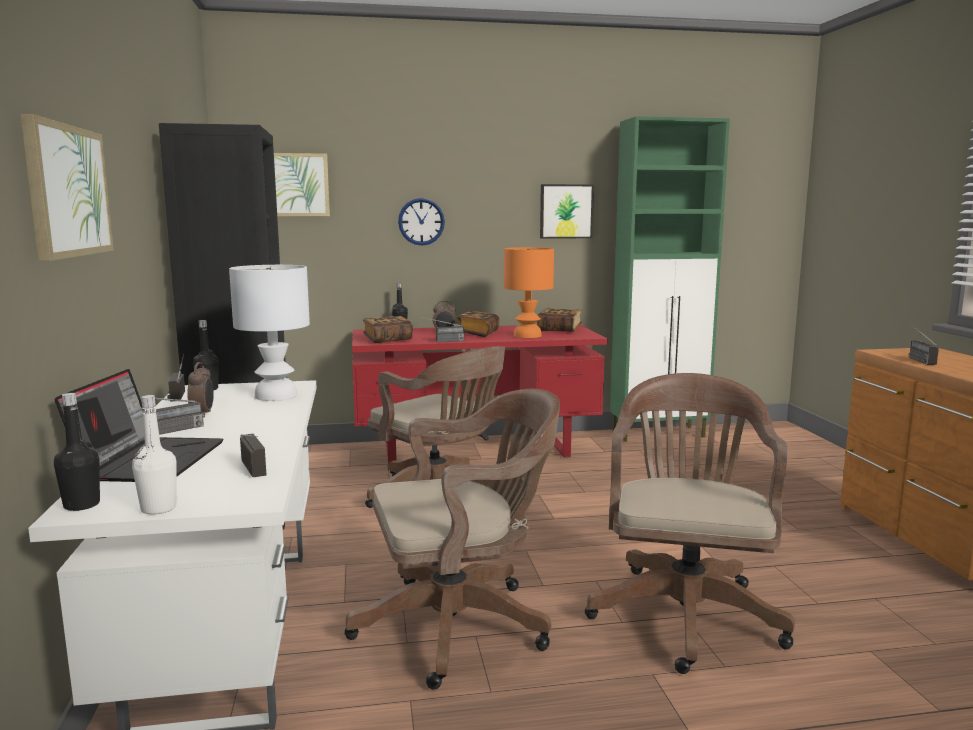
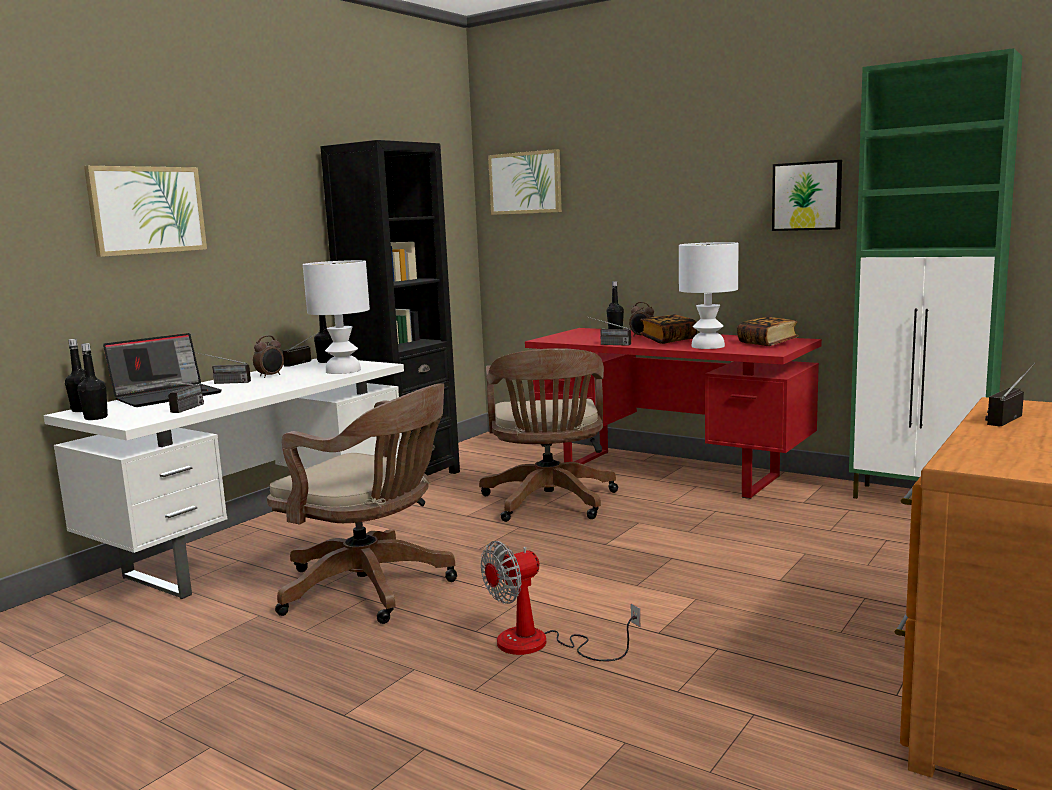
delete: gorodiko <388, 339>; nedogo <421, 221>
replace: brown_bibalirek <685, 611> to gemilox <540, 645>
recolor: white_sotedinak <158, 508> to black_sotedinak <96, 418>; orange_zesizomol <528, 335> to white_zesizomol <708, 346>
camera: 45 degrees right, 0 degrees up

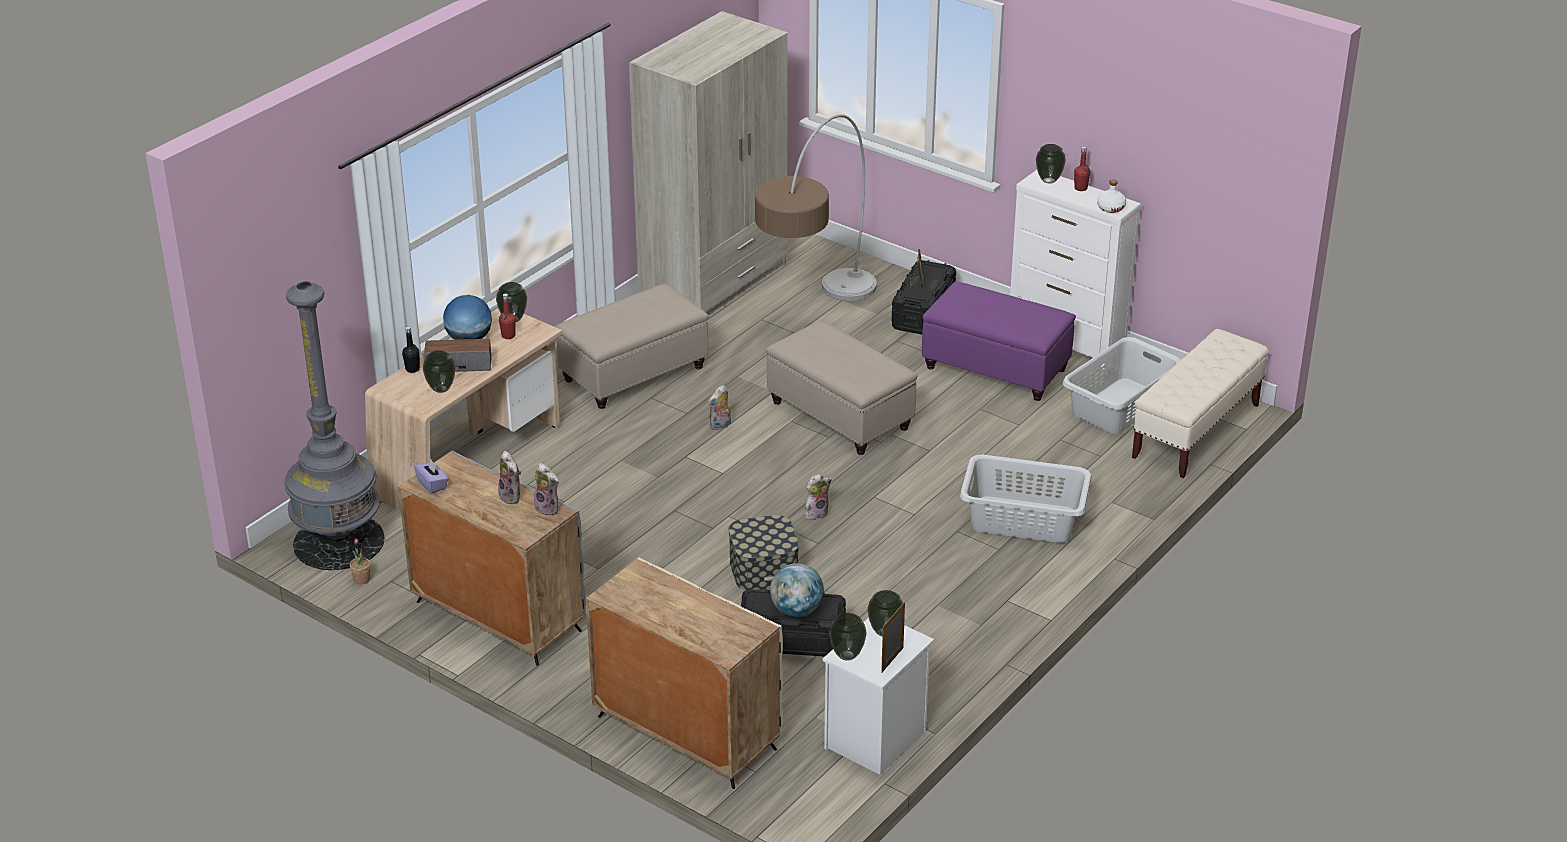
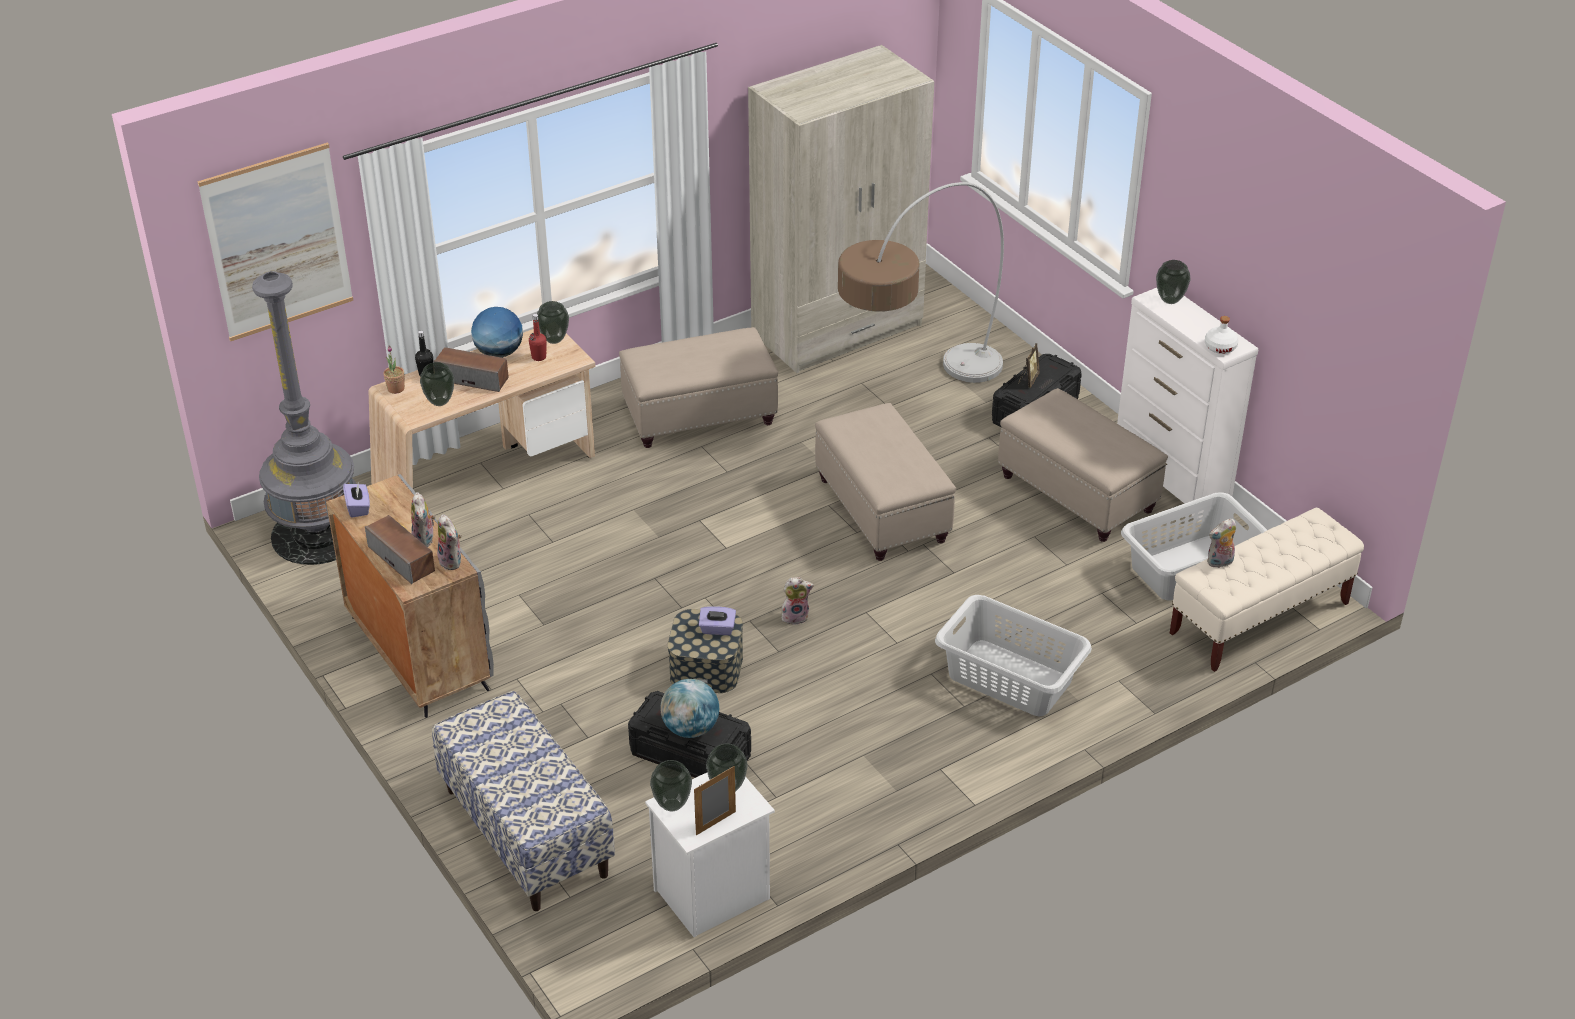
delete: red_sotedinak <1080, 188>
insert: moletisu <277, 242>; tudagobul <402, 559>; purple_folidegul <717, 629>
move: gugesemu <361, 579> to <396, 388>; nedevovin <720, 426> to <1220, 563>
replace: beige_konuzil <685, 732> to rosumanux <525, 832>
recolor: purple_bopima <996, 369> to beige_bopima <1078, 494>
camera: 20 degrees right, 5 degrees up

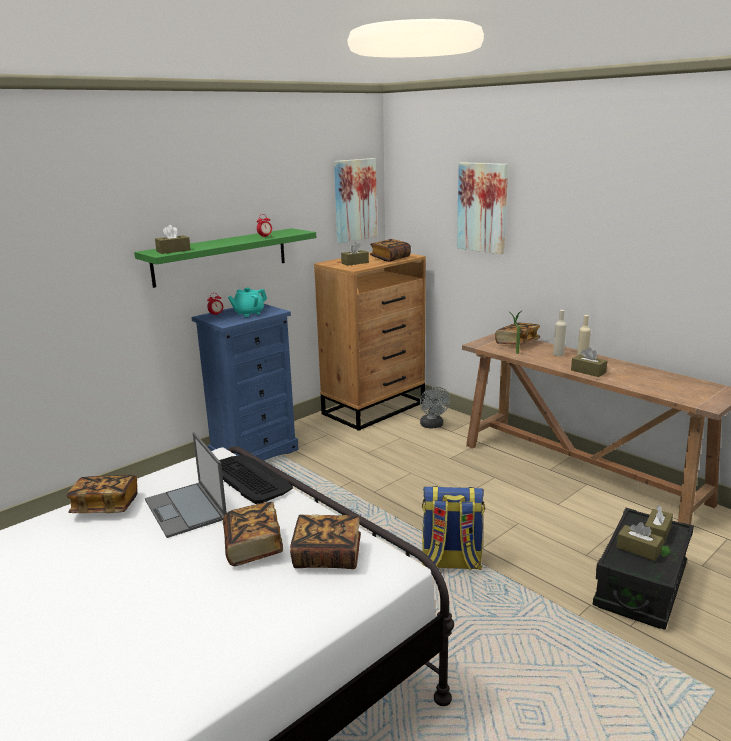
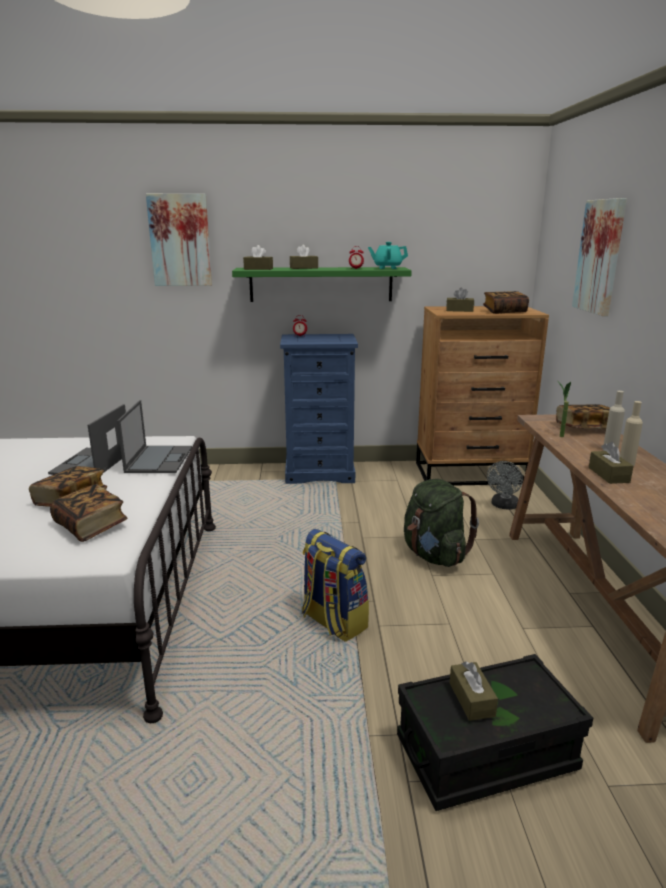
delete: gorodiko <105, 506>
insert: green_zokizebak <434, 555>
move: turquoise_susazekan <248, 313> to <387, 268>; moletisu <354, 200> to <180, 240>; brown_folidegul <657, 533> to <304, 268>
replace: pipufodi <249, 478> to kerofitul <159, 459>
camera: 40 degrees right, 0 degrees up

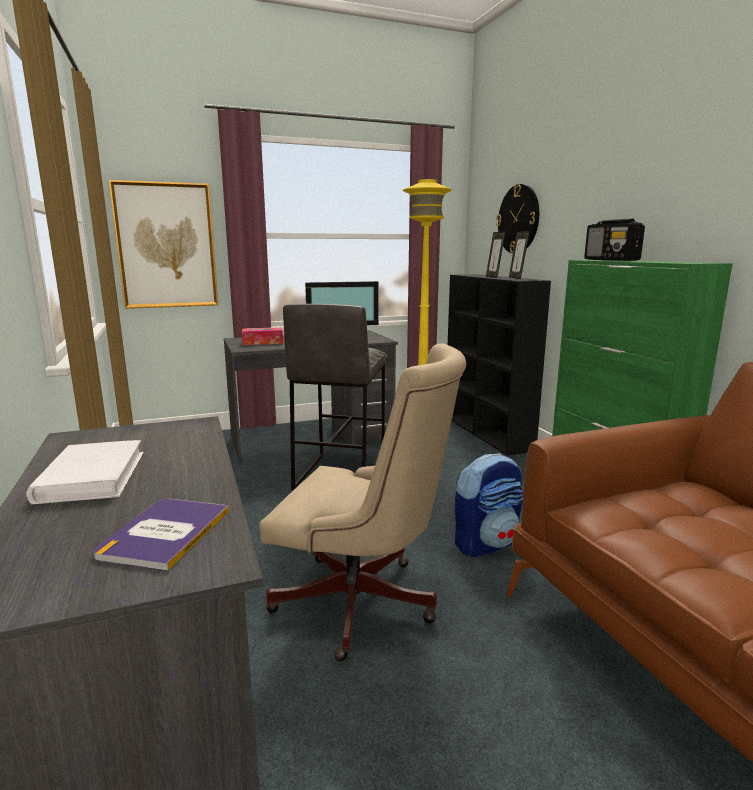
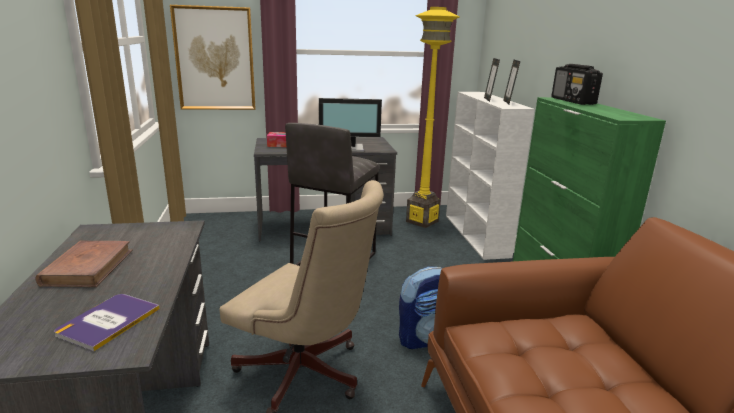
delete: nedogo <518, 219>
recolor: white_gorodiko <92, 476> to brown_gorodiko <88, 267>; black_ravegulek <487, 432> to white_ravegulek <476, 235>
camera: 10 degrees right, 5 degrees up

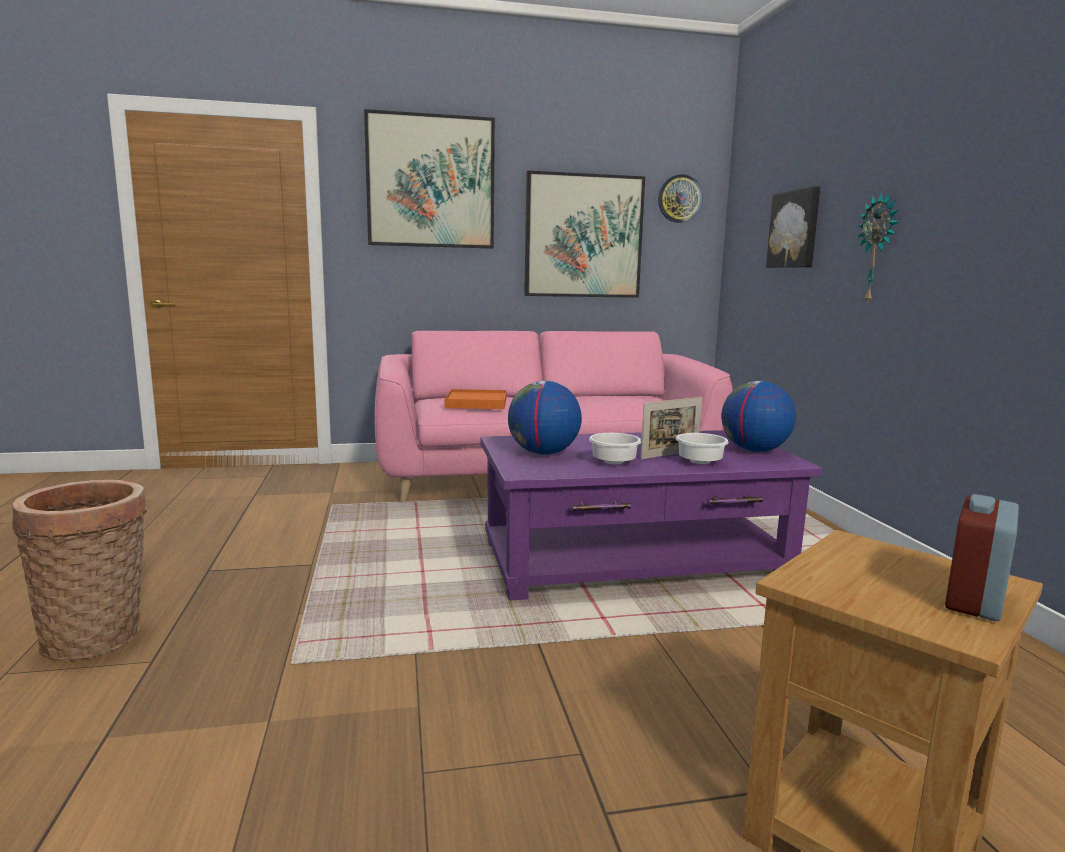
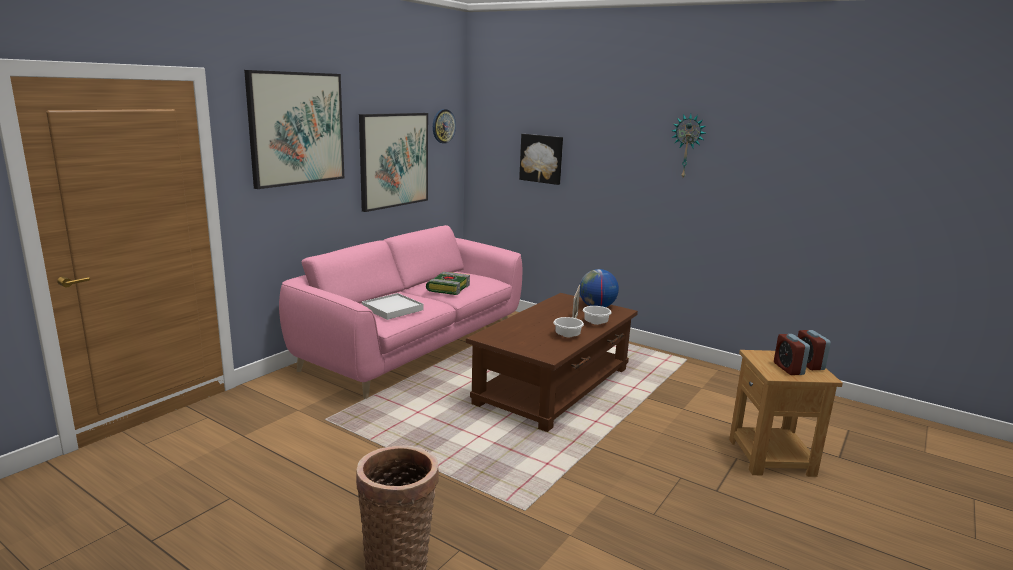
delete: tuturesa <543, 453>
insert: gorodiko <448, 288>; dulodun <788, 369>
move: nedogo <878, 249> to <687, 146>
recolor: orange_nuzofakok <476, 403> to white_nuzofakok <392, 309>; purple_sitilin <635, 560> to brown_sitilin <554, 386>
camera: 45 degrees left, 5 degrees up

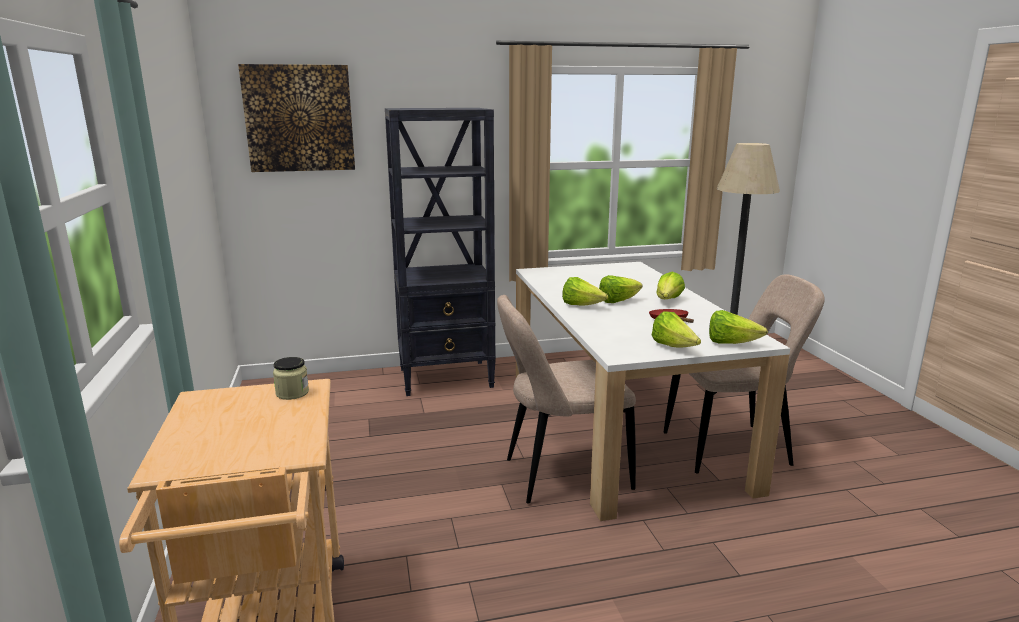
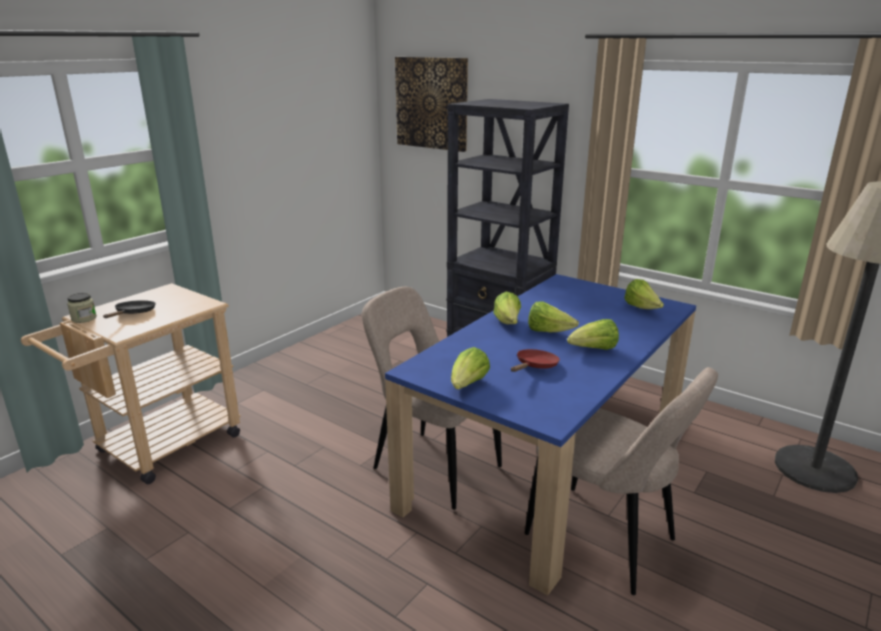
insert: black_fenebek <134, 313>
move: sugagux <292, 393> to <84, 318>; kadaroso <730, 343> to <642, 308>
recolor: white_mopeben <621, 426> to blue_mopeben <548, 462>
camera: 50 degrees right, 5 degrees up

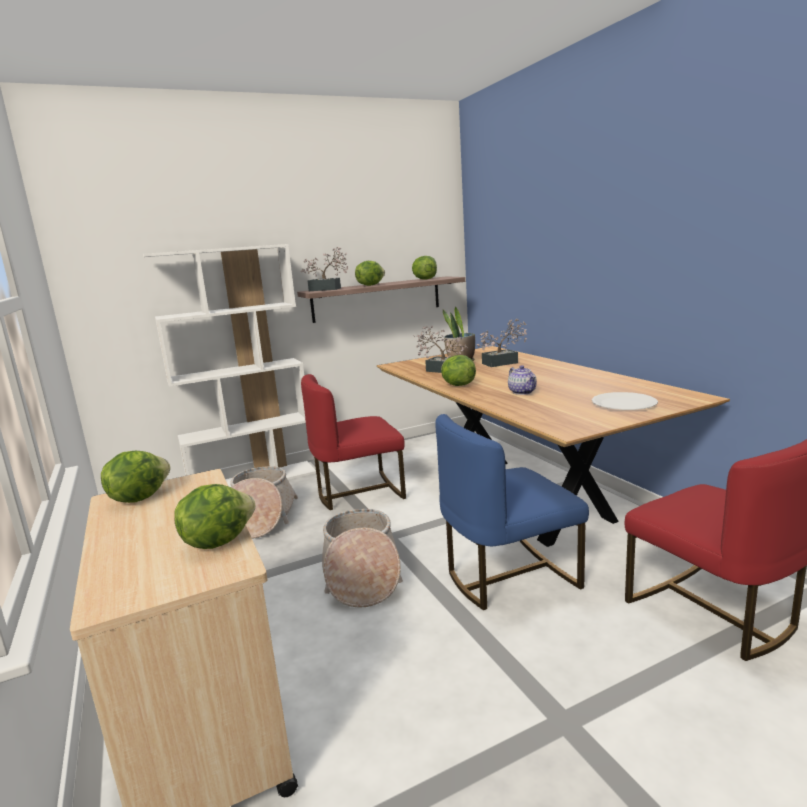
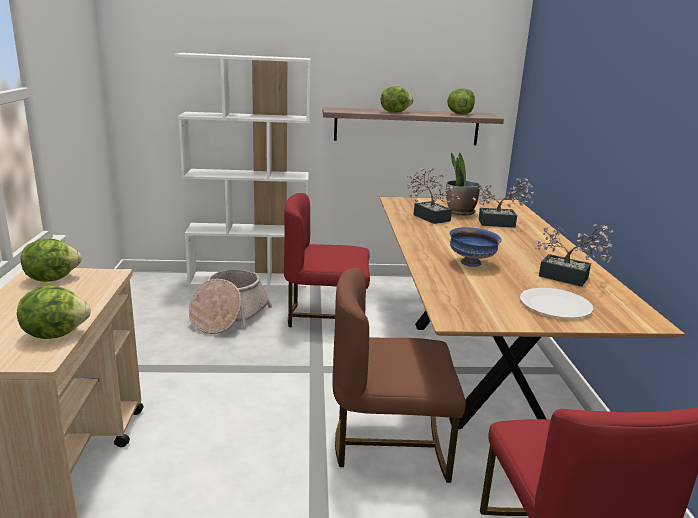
delete: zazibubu <361, 575>; kadaroso <457, 385>
move: gugesemu <328, 289> to <569, 278>
replace: susazekan <522, 392> to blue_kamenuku <472, 263>
recolor: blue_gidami <508, 576> to brown_gidami <390, 444>
camera: 20 degrees right, 5 degrees up

